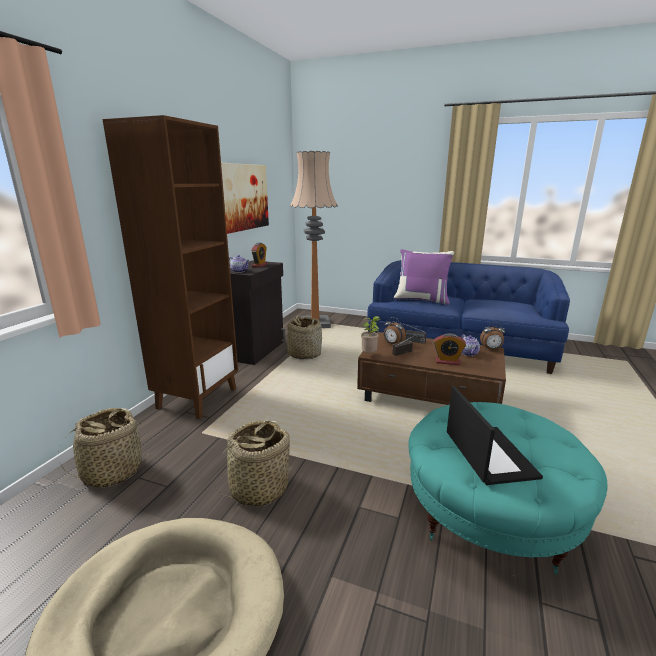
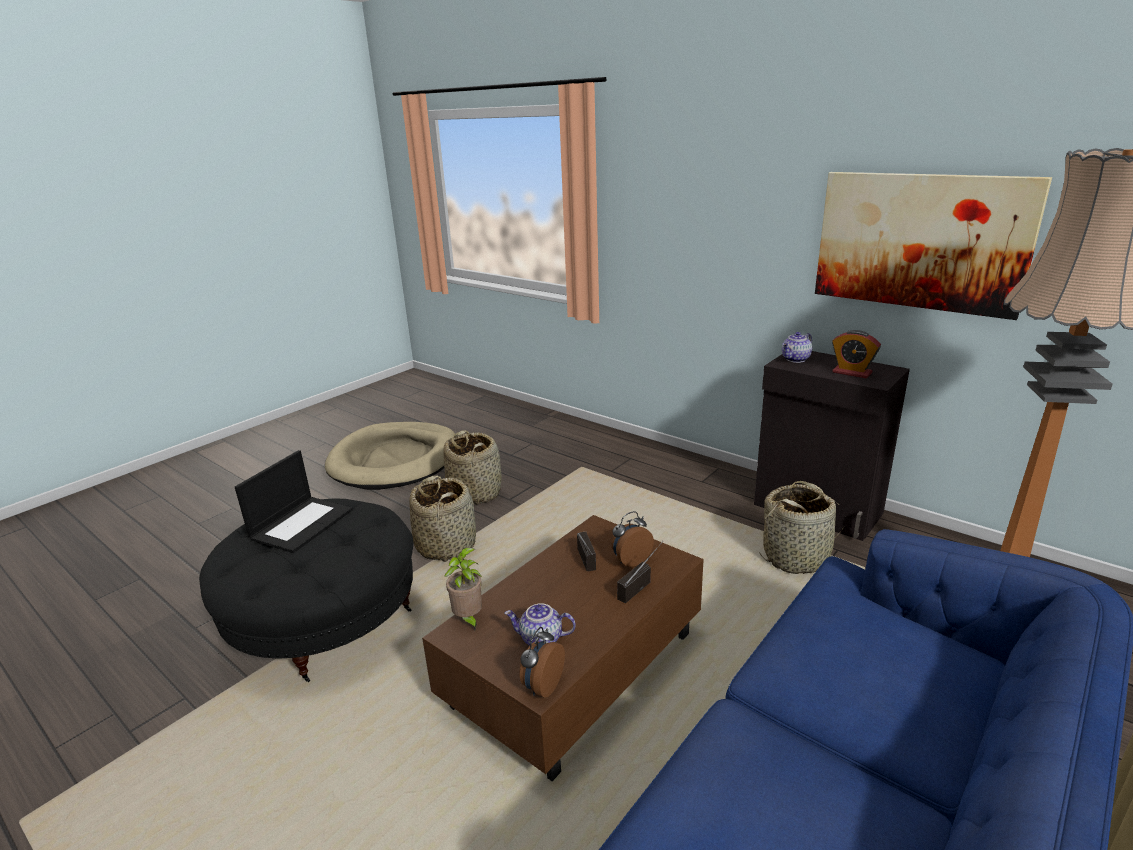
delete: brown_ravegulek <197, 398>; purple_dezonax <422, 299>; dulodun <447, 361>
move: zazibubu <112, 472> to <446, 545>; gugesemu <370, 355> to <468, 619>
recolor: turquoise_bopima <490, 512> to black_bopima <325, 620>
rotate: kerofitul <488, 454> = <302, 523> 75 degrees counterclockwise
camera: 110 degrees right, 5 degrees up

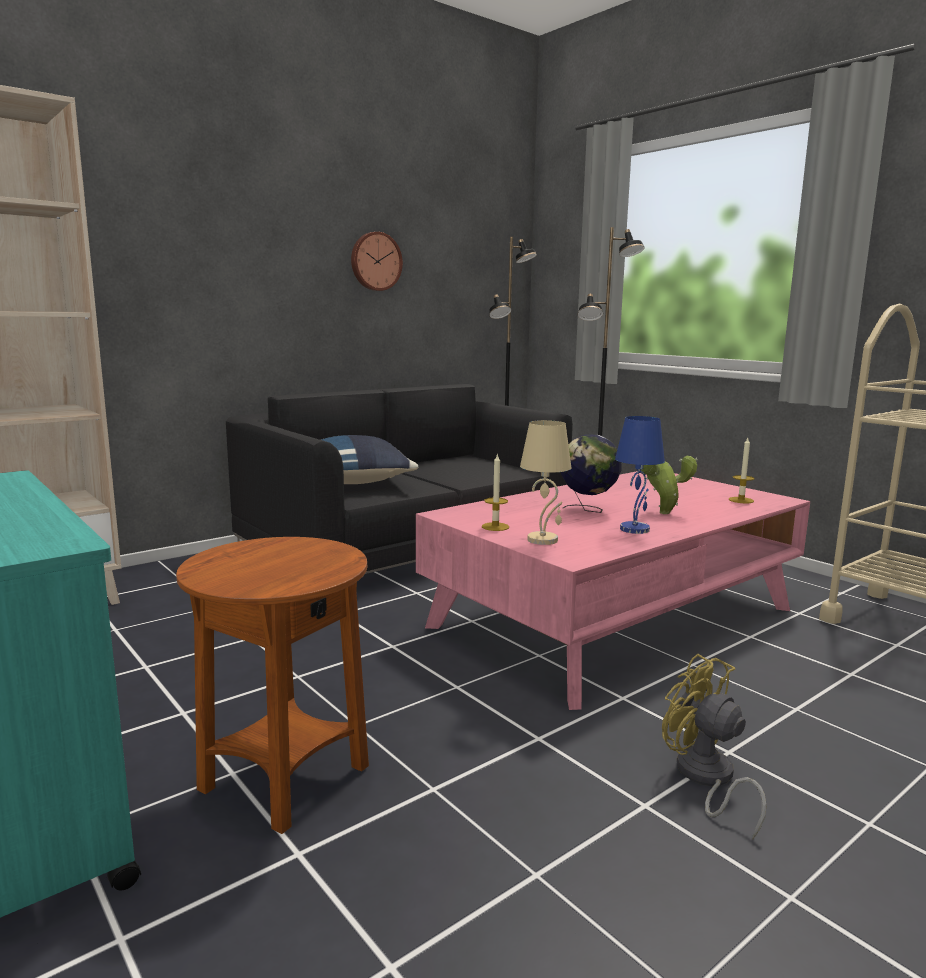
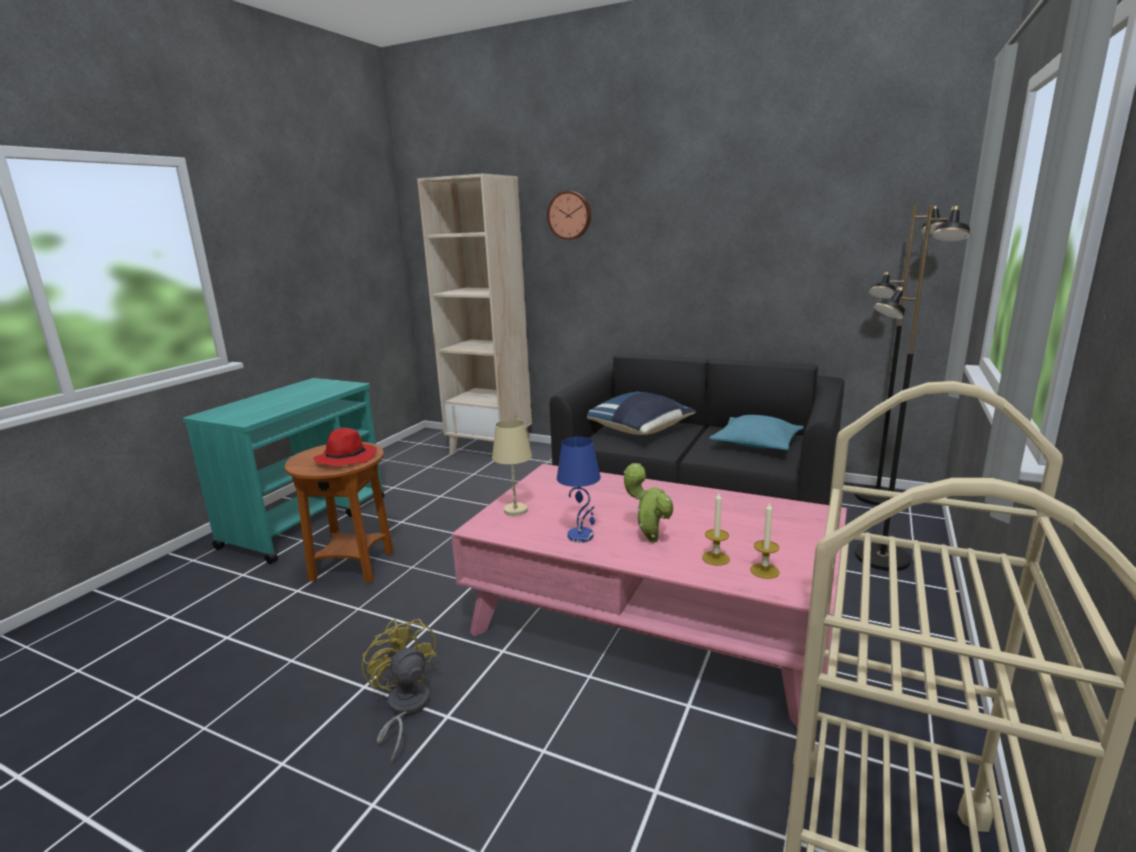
delete: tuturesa <588, 510>
insert: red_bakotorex <346, 458>; turquoise_dezonax <756, 443>
move: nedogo <375, 261> to <570, 215>; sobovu <495, 527> to <715, 558>
rotate: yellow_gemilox <706, 779> = <404, 709> 60 degrees counterclockwise
camera: 65 degrees right, 5 degrees up

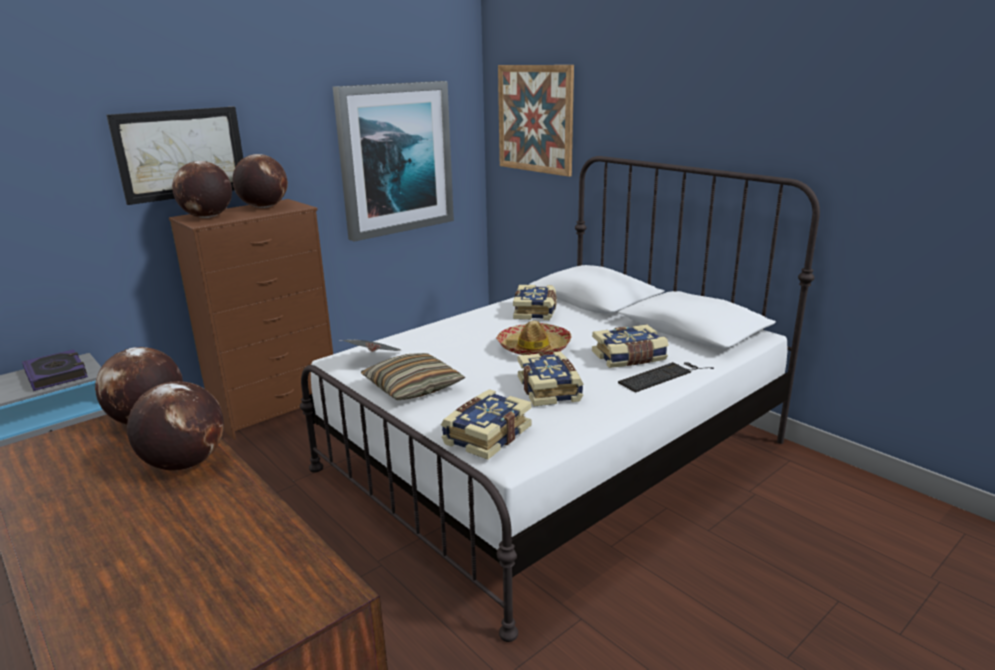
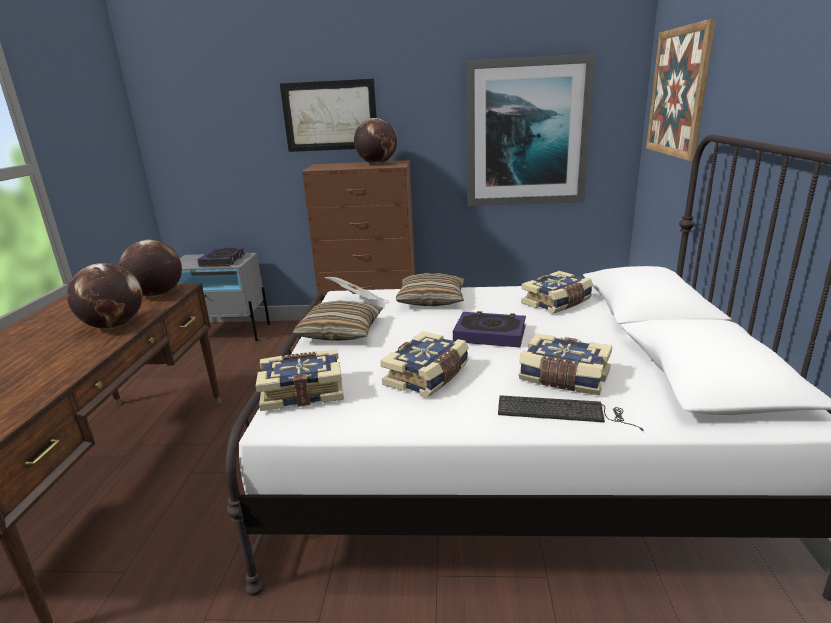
delete: tuturesa <207, 217>
insert: dezonax <431, 300>
replace: bakotorex <534, 348> to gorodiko <490, 334>
camera: 45 degrees right, 0 degrees up

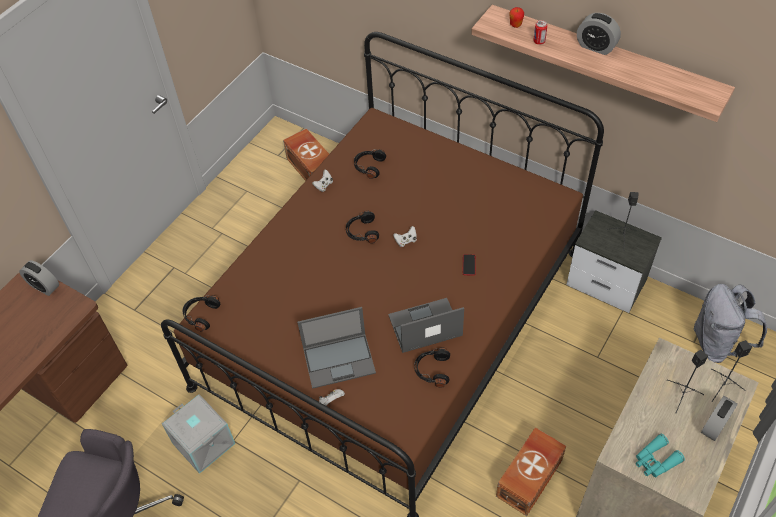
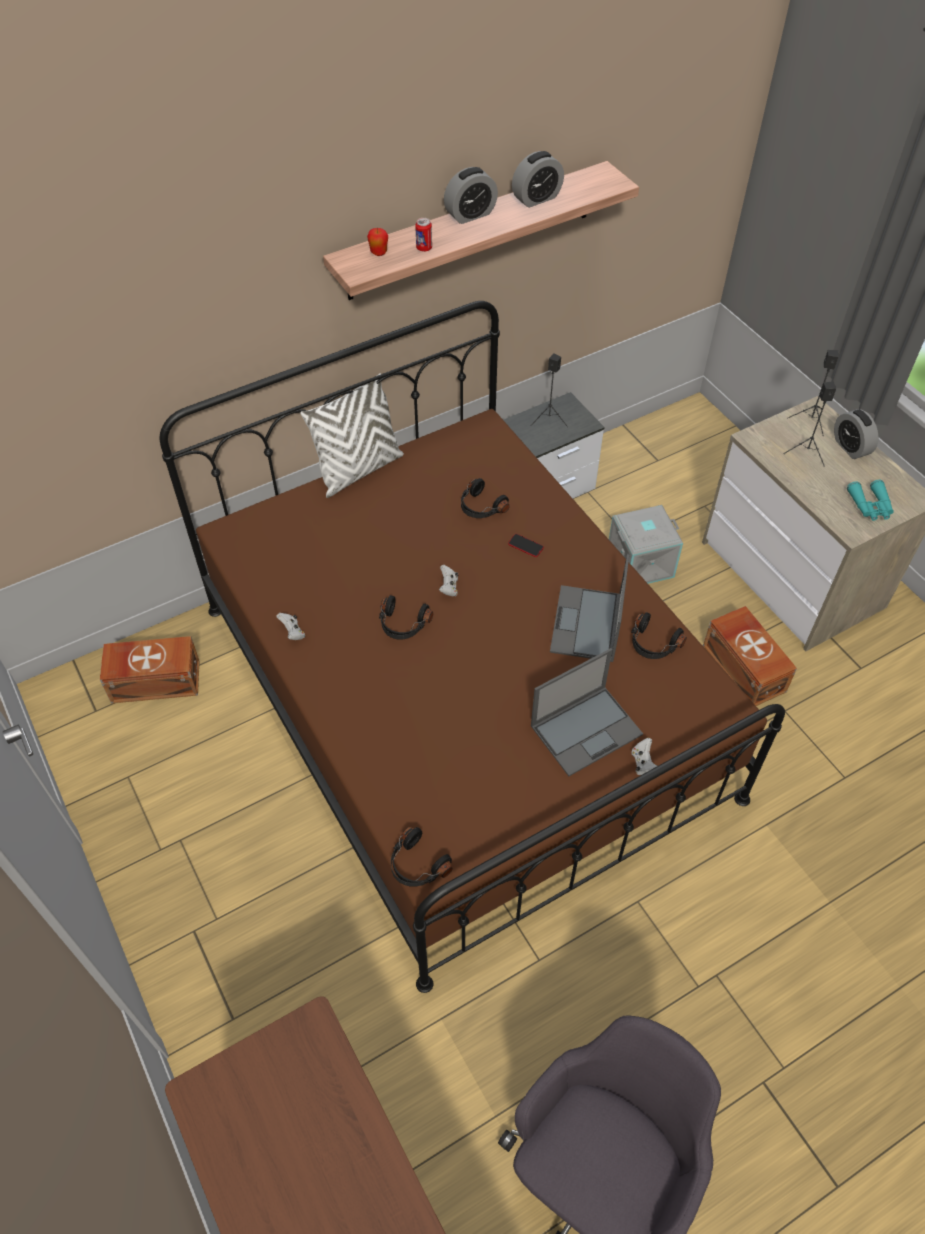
delete: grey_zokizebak <717, 344>
insert: white_dezonax <358, 470>
move: dulodun <44, 286> to <536, 198>; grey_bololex <205, 443> to <640, 562>; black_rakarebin <369, 167> to <481, 507>
rotate: kerofitul <340, 360> = <587, 729> 45 degrees clockwise
camera: 65 degrees left, 0 degrees up

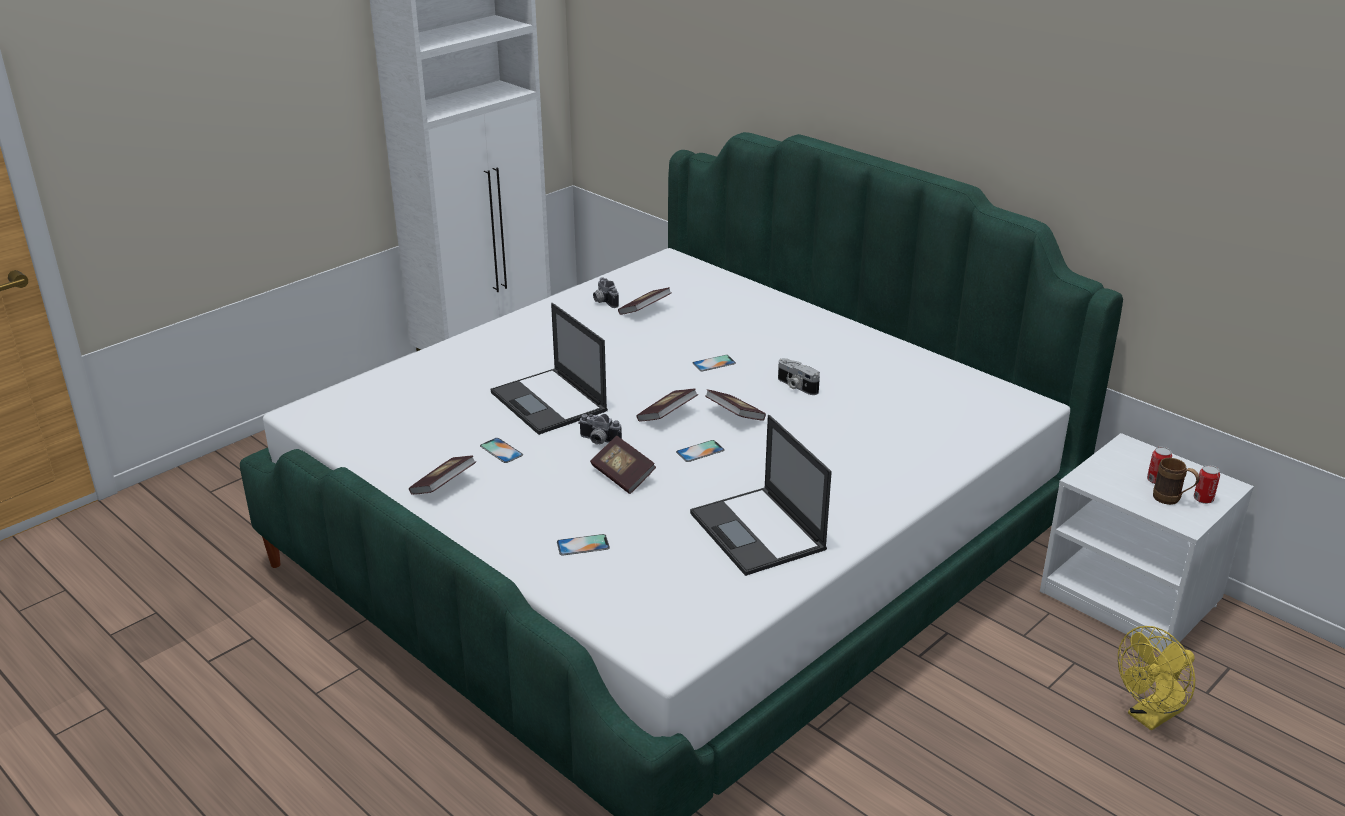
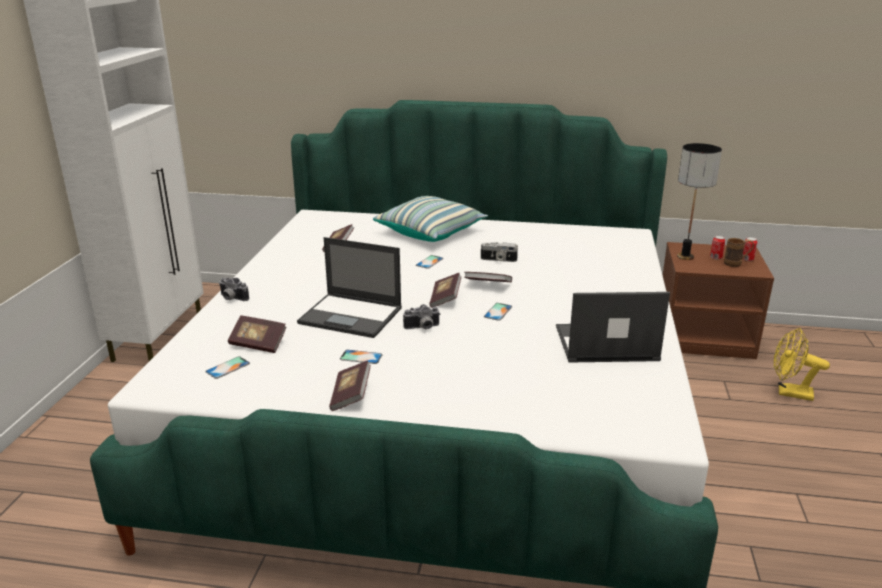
insert: dezonax <431, 232>; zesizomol <685, 256>
move: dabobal <583, 545> to <228, 368>; gorodiko <623, 476> to <258, 344>; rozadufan <603, 301> to <231, 298>
recolor: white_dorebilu <1132, 596> to brown_dorebilu <704, 337>
rotate: kerofitul <758, 532> = <604, 344> 150 degrees clockwise; yellow_gemilox <1150, 717> = <789, 393> 90 degrees clockwise
camera: 35 degrees left, 5 degrees down

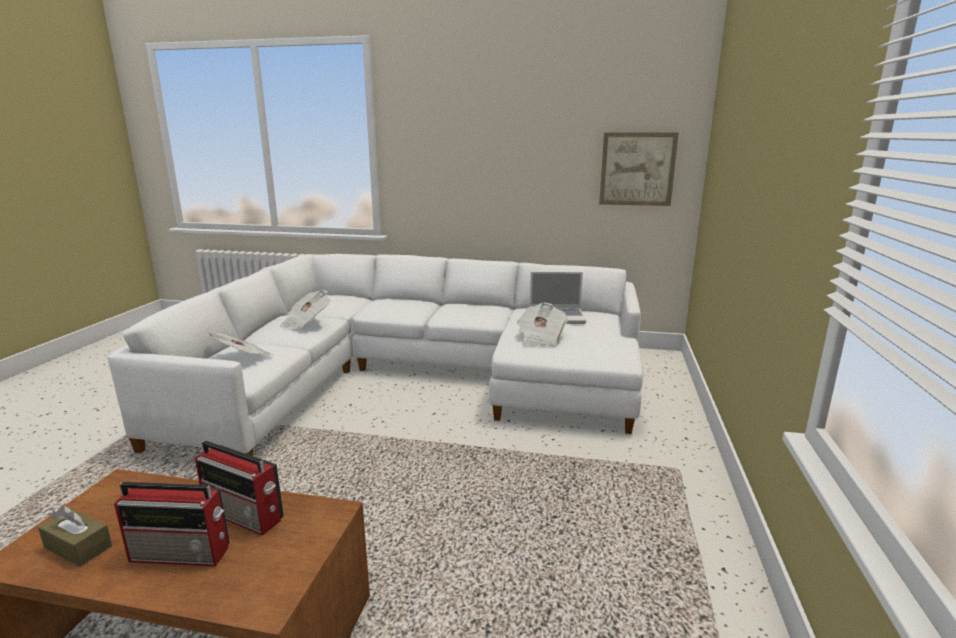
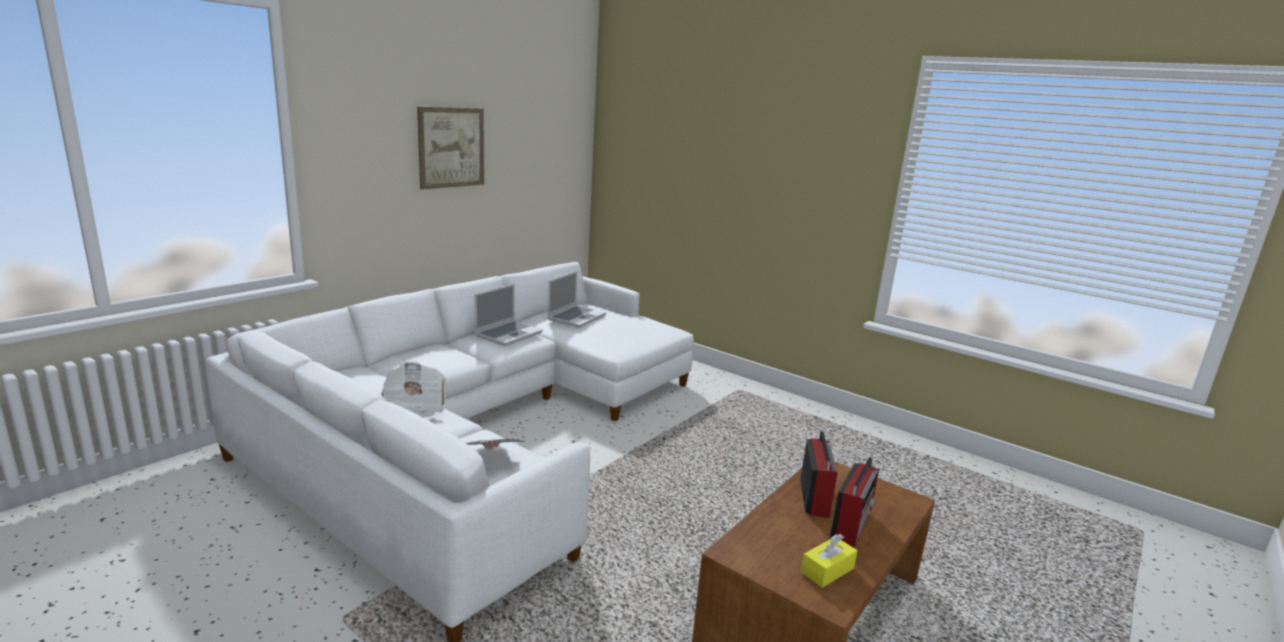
delete: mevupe <540, 338>
insert: kerofitul <508, 334>
move: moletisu <637, 169> to <451, 147>
recolor: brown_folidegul <78, 547> to yellow_folidegul <827, 570>
rotate: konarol <245, 515> = <814, 497> 45 degrees counterclockwise
camera: 65 degrees left, 0 degrees up

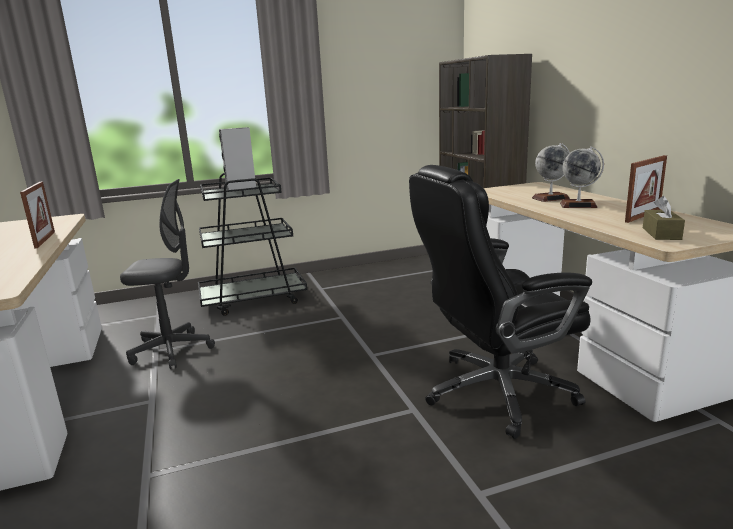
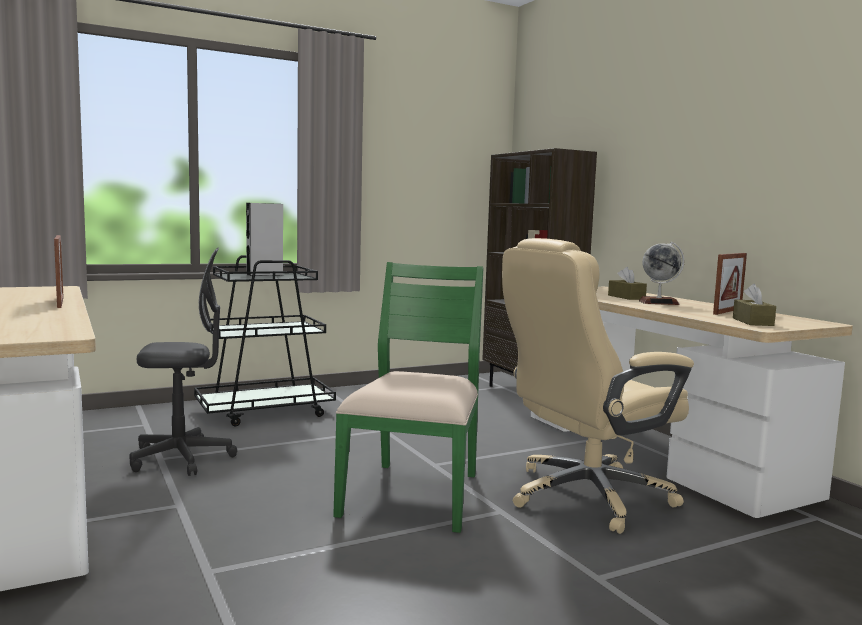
insert: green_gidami <414, 494>
replace: tuturesa <550, 198> to brown_folidegul <626, 297>
recolor: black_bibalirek <495, 392> to beige_bibalirek <585, 496>
camera: 10 degrees left, 10 degrees down

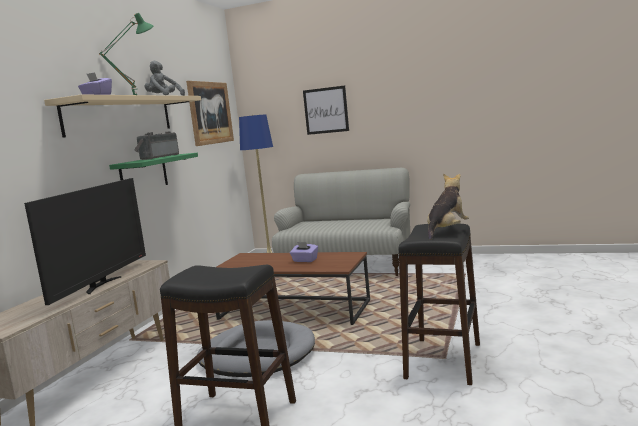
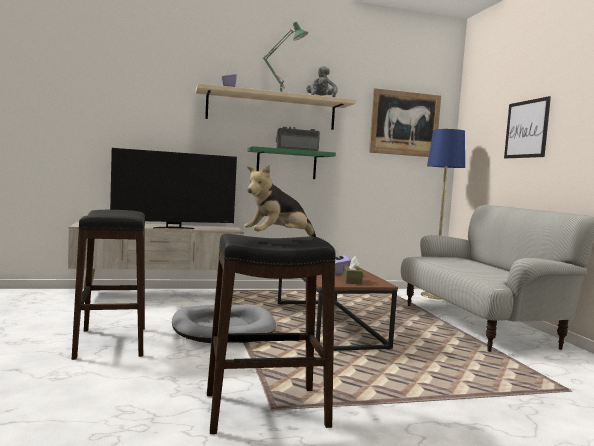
insert: brown_folidegul <352, 280>
rotate: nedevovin <447, 230> = <278, 239> 135 degrees clockwise
camera: 55 degrees right, 5 degrees down

